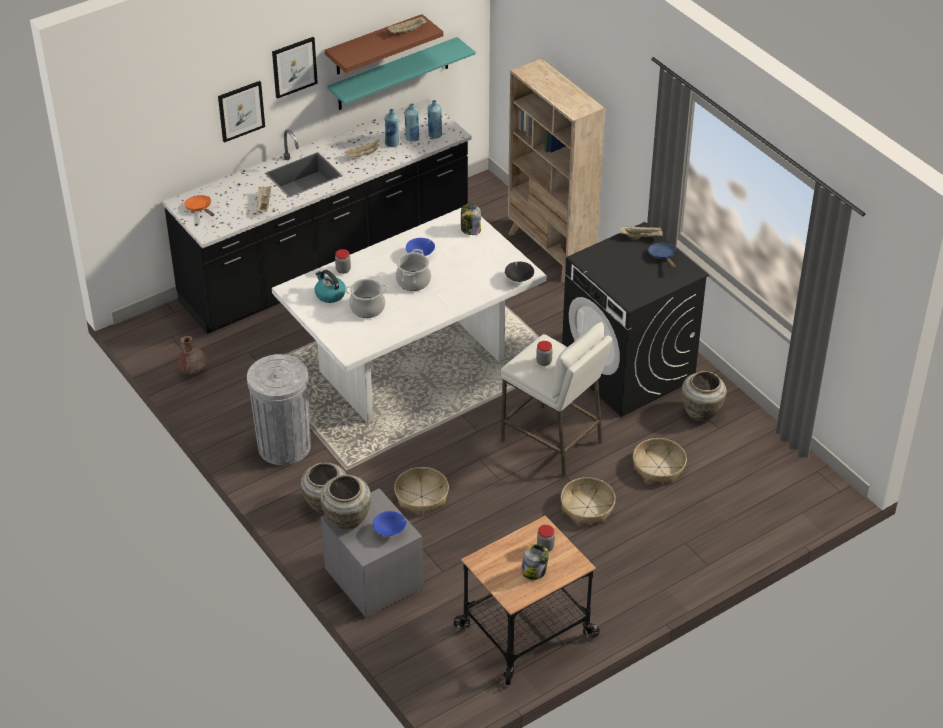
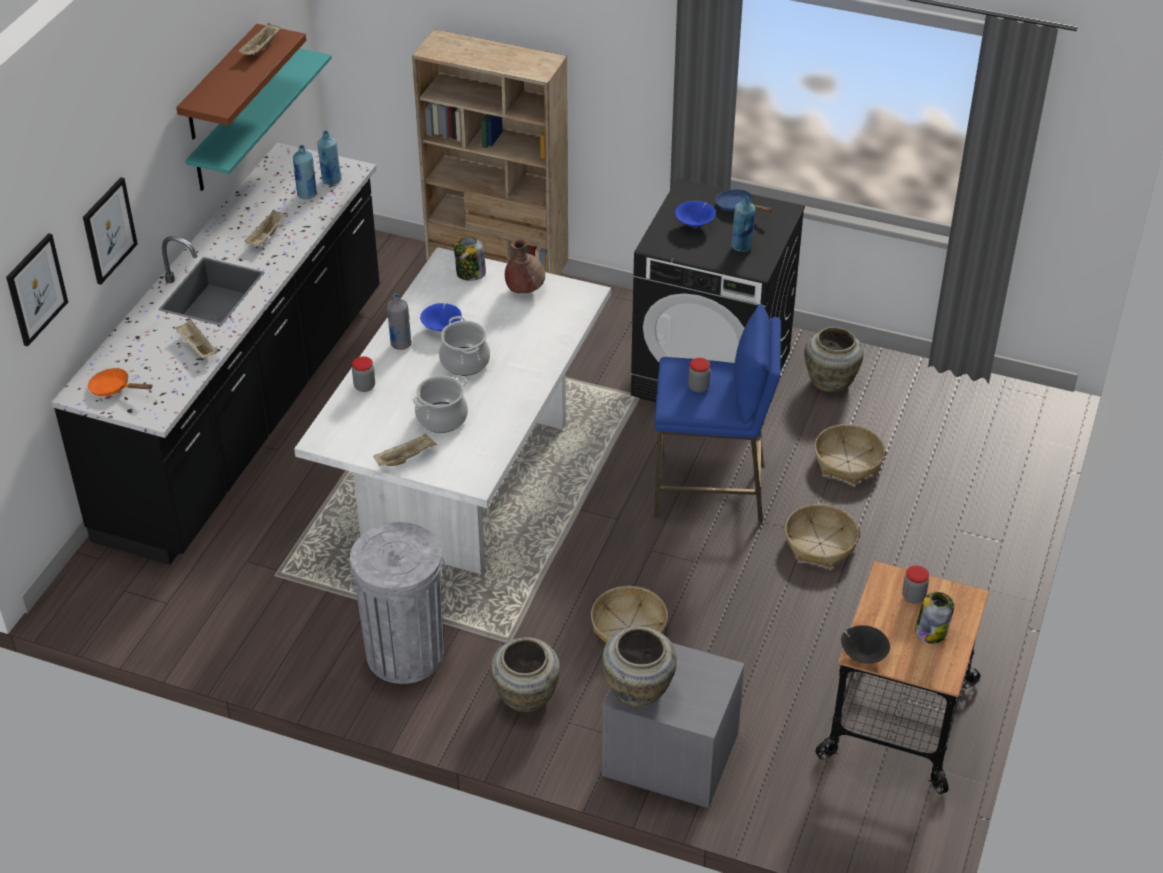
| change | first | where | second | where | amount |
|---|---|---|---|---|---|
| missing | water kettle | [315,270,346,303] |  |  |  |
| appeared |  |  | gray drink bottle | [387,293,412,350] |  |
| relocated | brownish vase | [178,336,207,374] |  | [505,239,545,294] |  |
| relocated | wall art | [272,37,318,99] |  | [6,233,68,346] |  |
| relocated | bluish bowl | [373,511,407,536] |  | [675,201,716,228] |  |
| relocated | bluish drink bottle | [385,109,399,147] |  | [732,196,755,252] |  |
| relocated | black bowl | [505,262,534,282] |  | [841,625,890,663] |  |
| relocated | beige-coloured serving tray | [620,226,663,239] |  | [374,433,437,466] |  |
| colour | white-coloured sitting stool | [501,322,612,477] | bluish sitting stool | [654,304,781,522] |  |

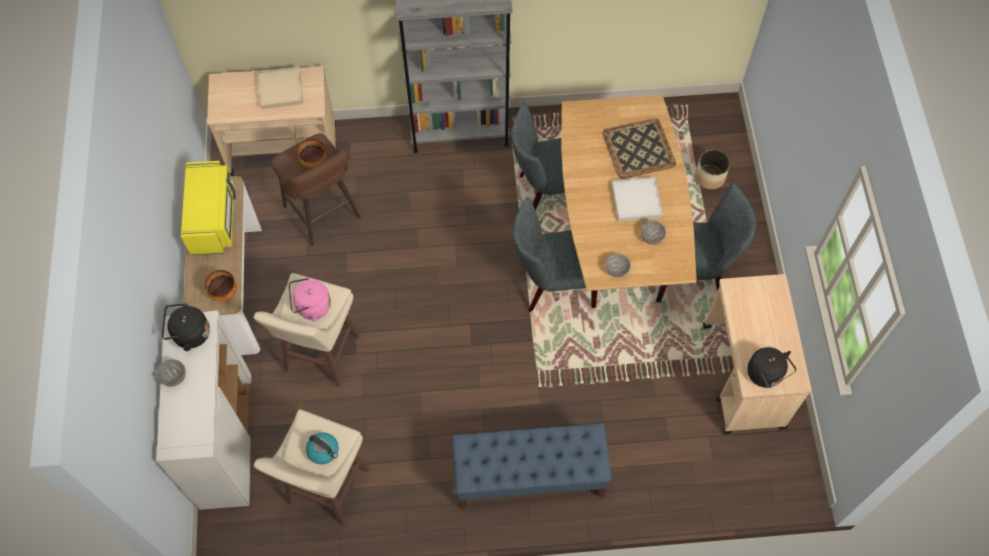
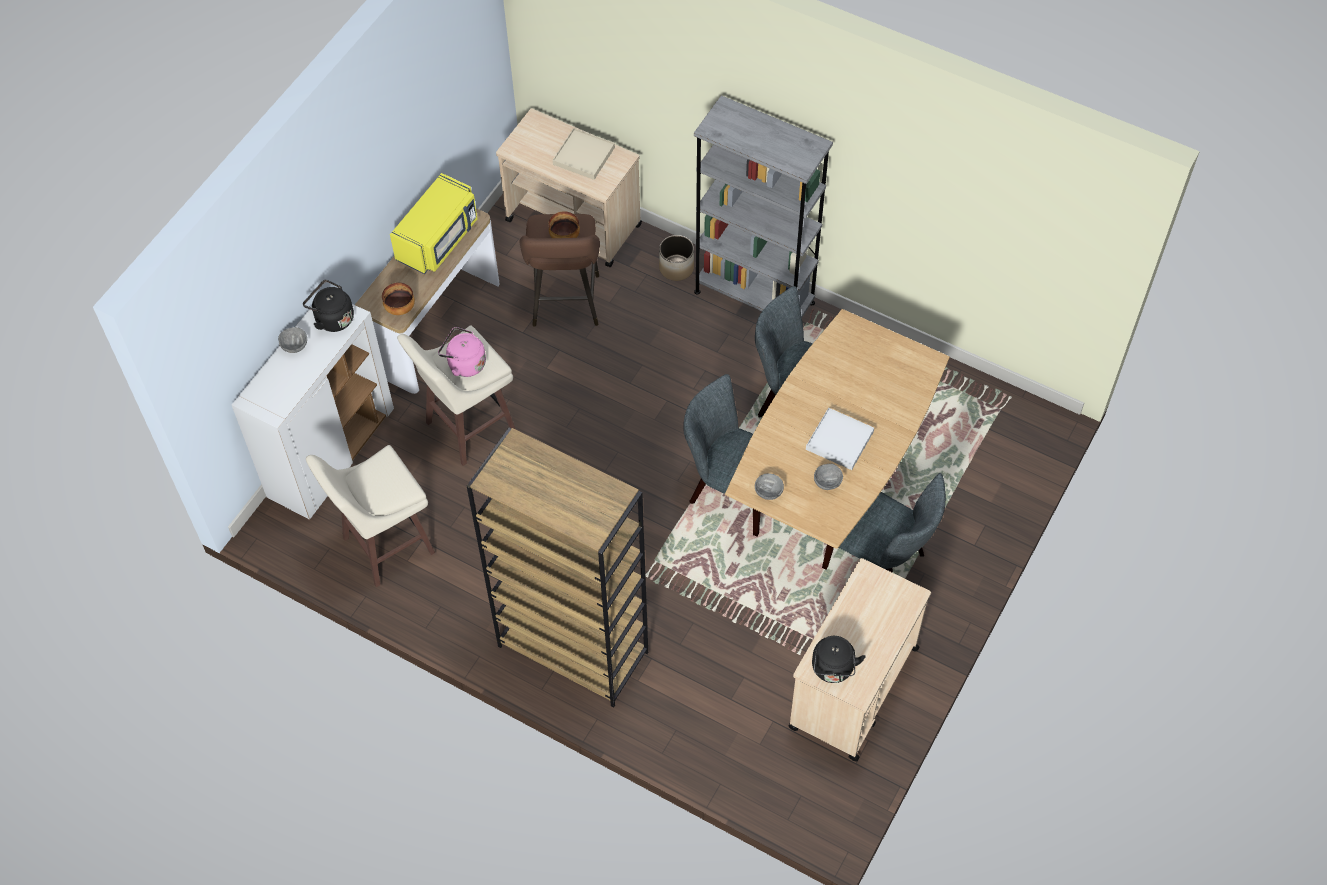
| change | first | where | second | where | amount |
|---|---|---|---|---|---|
| missing | water kettle | [306,433,339,464] |  |  |  |
| missing | serving tray | [603,118,676,179] |  |  |  |
| relocated | flower pot | [695,149,730,189] |  | [659,235,694,281] |  |
| exchanged | bluish indoor bench | [452,423,612,509] | brownish bookshelf | [467,428,648,707] |  |

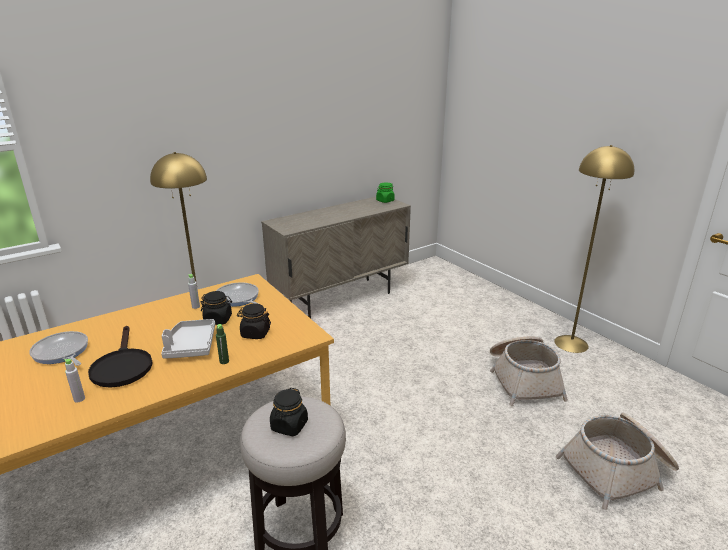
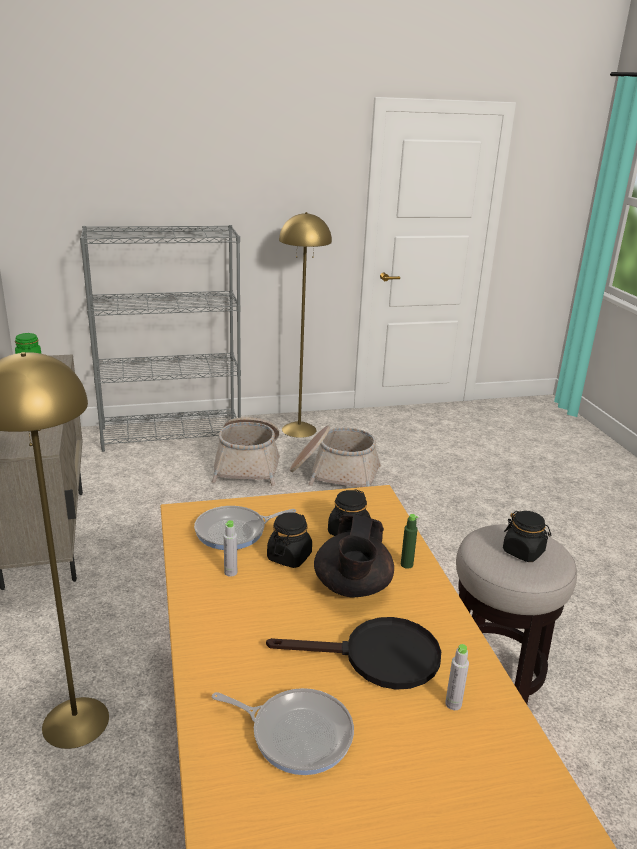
| change | first | where | second | where | amount |
|---|---|---|---|---|---|
| appeared |  |  | gray bookshelf | [80,225,241,452] |  |
| relocated | basket | [556,413,679,510] |  | [212,417,280,486] |  |
| exchanged | gray serving tray | [161,319,215,359] | black teapot | [314,514,394,597] |  |
| spun | pan | [29,331,88,366] |  | [212,688,354,775] | 135 degrees counterclockwise |

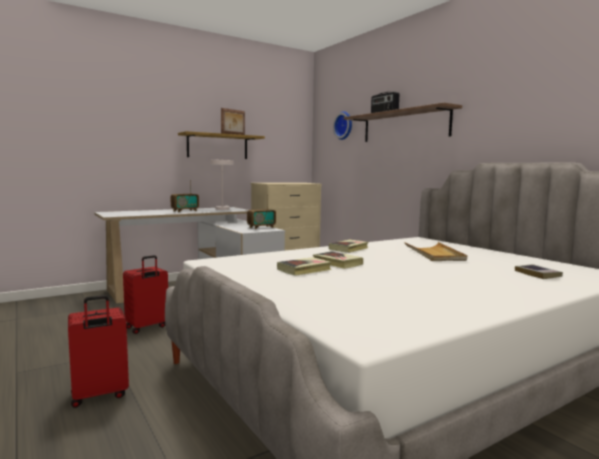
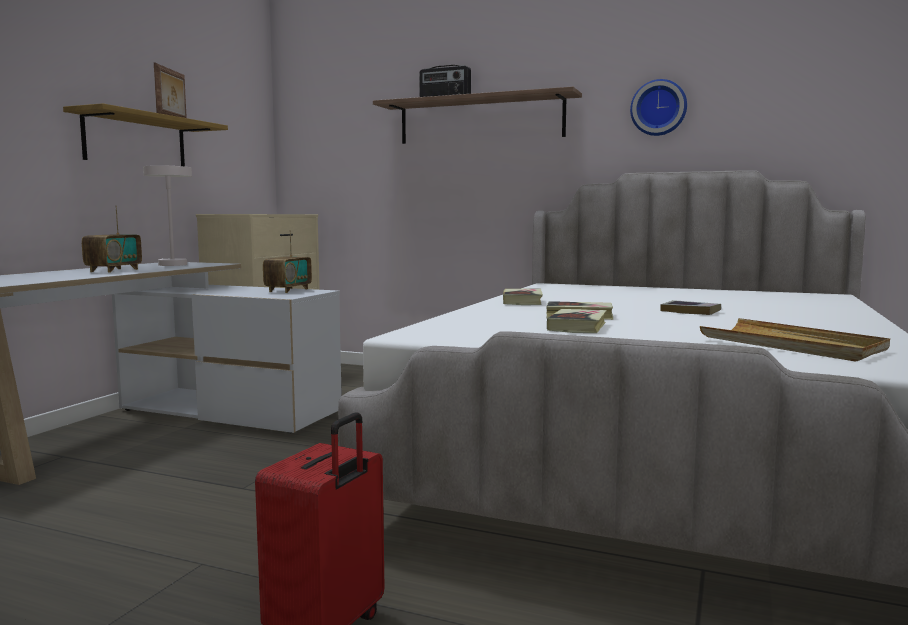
| change | first | where | second | where | amount |
|---|---|---|---|---|---|
| missing | reddish travel case | [123,255,168,334] |  |  |  |
| relocated | wall clock | [333,111,352,140] |  | [630,79,687,136] |  |
| relocated | beige-coloured serving tray | [404,242,467,261] |  | [700,318,890,362] |  |
| relocated | volume | [515,264,563,279] |  | [660,300,721,315] |  |

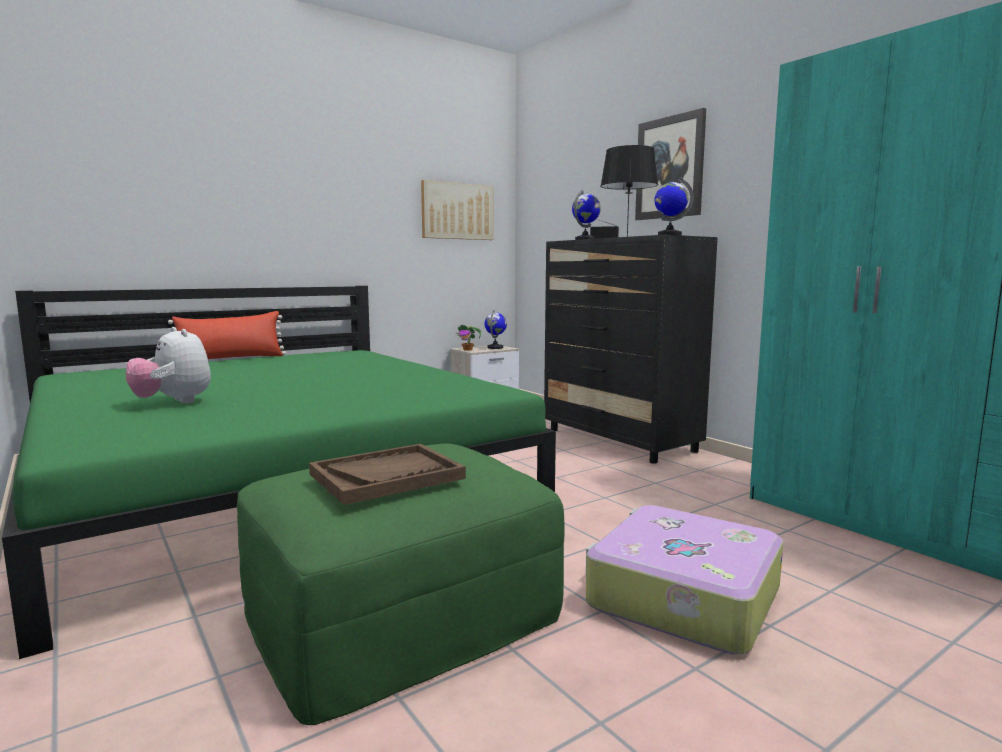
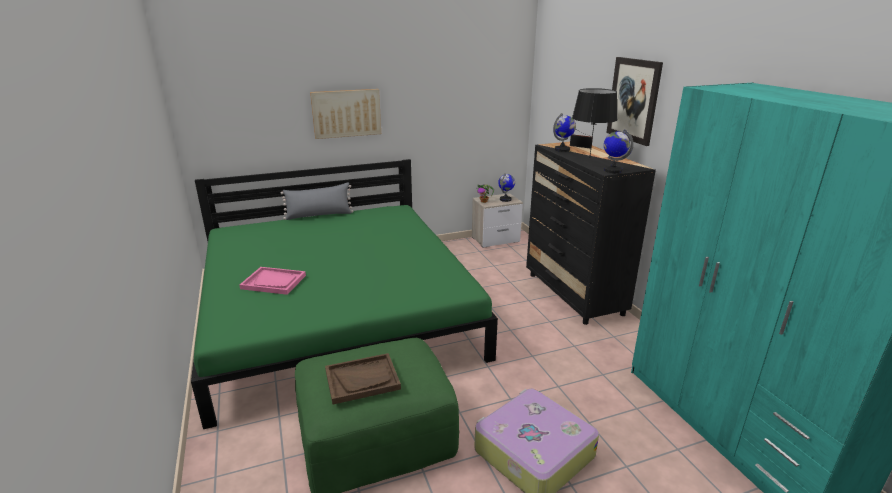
| change | first | where | second | where | amount |
|---|---|---|---|---|---|
| relocated | wall art | [421,180,494,240] |  | [310,89,381,139] |  |
| exchanged | plush toy | [126,327,211,403] | pink-coloured serving tray | [239,267,306,295] |  |
| colour | reddish cushion | [168,311,286,359] | gray cushion | [281,182,354,220] |  |

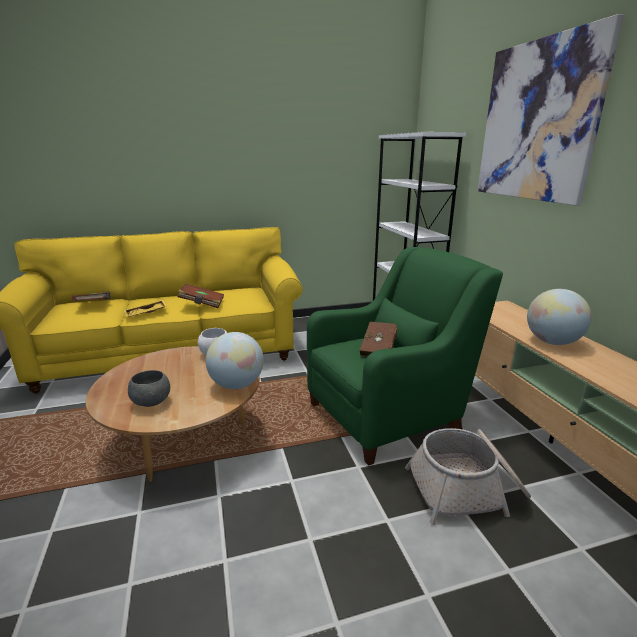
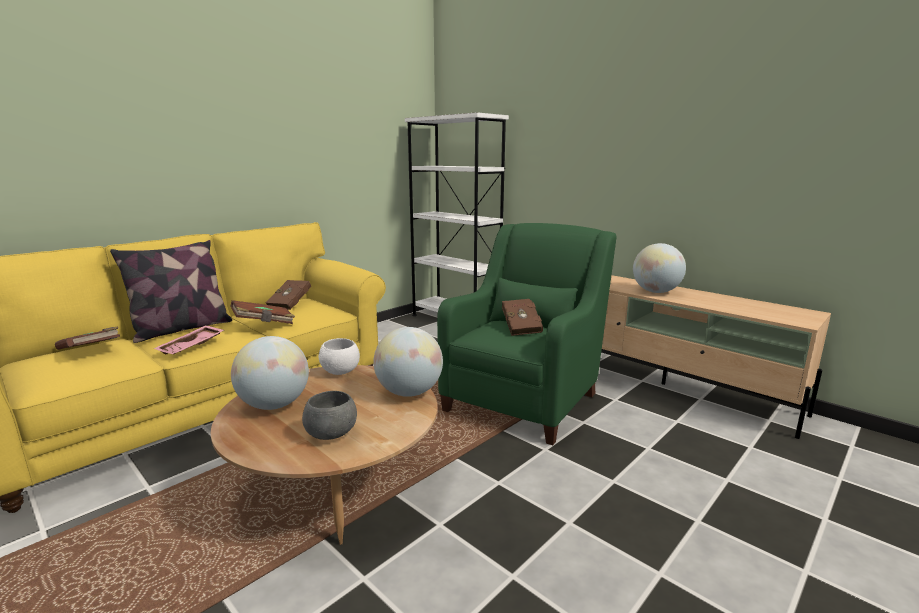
| change | first | where | second | where | amount |
|---|---|---|---|---|---|
| missing | basket | [405,428,531,525] |  |  |  |
| missing | wall art | [478,14,624,206] |  |  |  |
| appeared |  |  | cushion | [110,240,232,343] |  |
| appeared |  |  | desk globe | [231,336,309,410] |  |
| appeared |  |  | brownish volume | [266,280,311,310] |  |
| colour | yellow serving tray | [124,299,167,317] | pink-coloured serving tray | [154,325,224,354] |  |

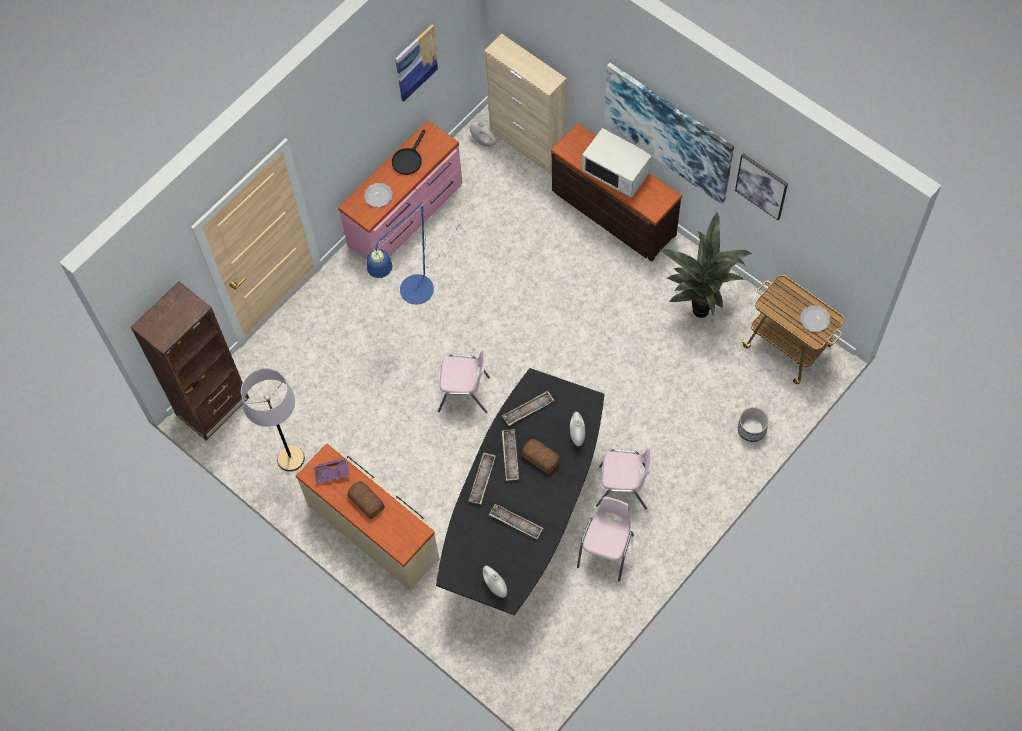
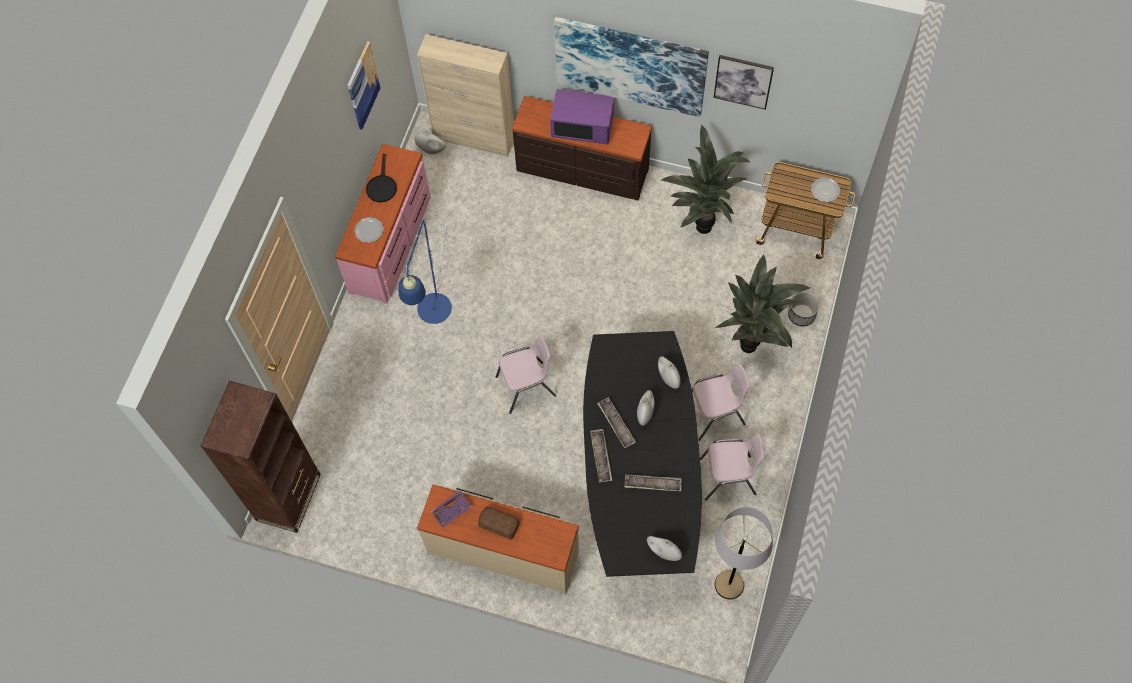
| change | first | where | second | where | amount |
|---|---|---|---|---|---|
| missing | serving tray | [502,391,554,426] |  |  |  |
| appeared |  |  | potted plant | [715,255,810,353] |  |
| relocated | gray floor lamp | [241,369,305,472] |  | [715,507,773,600] |  |
| exchanged | baked bread | [522,439,560,474] | white-coloured vase | [637,390,654,426] |  |
| colour | white-coloured kitchen microwave | [582,128,652,198] | purple-coloured kitchen microwave | [550,89,614,144] |  |
| spun | pink-coloured plain chair | [577,497,634,582] |  | [700,434,764,501] | 90 degrees clockwise |

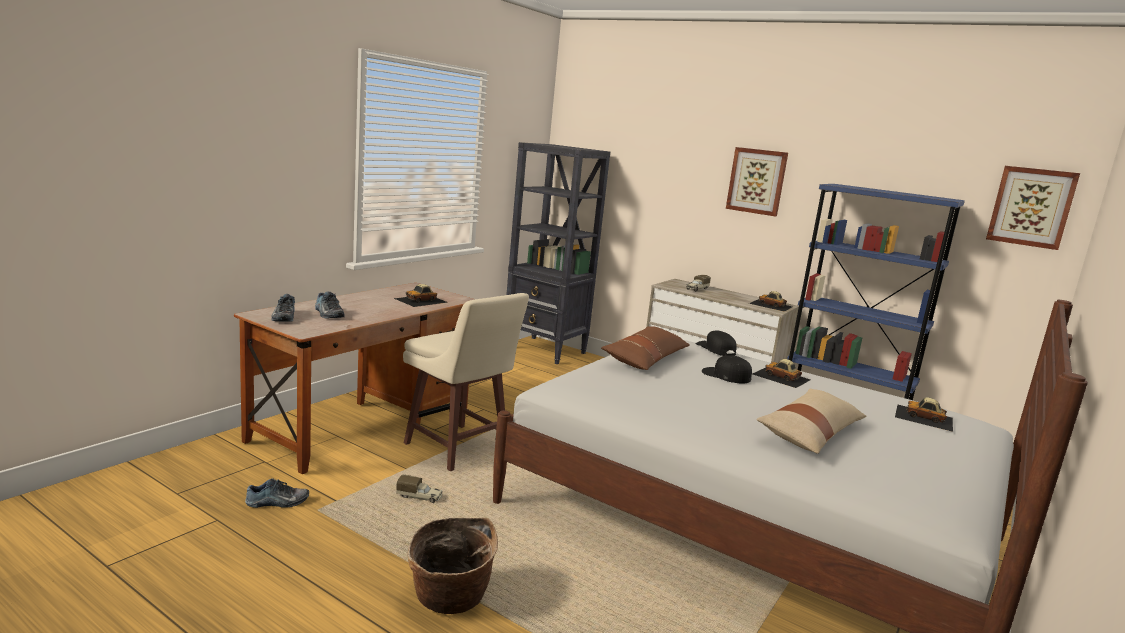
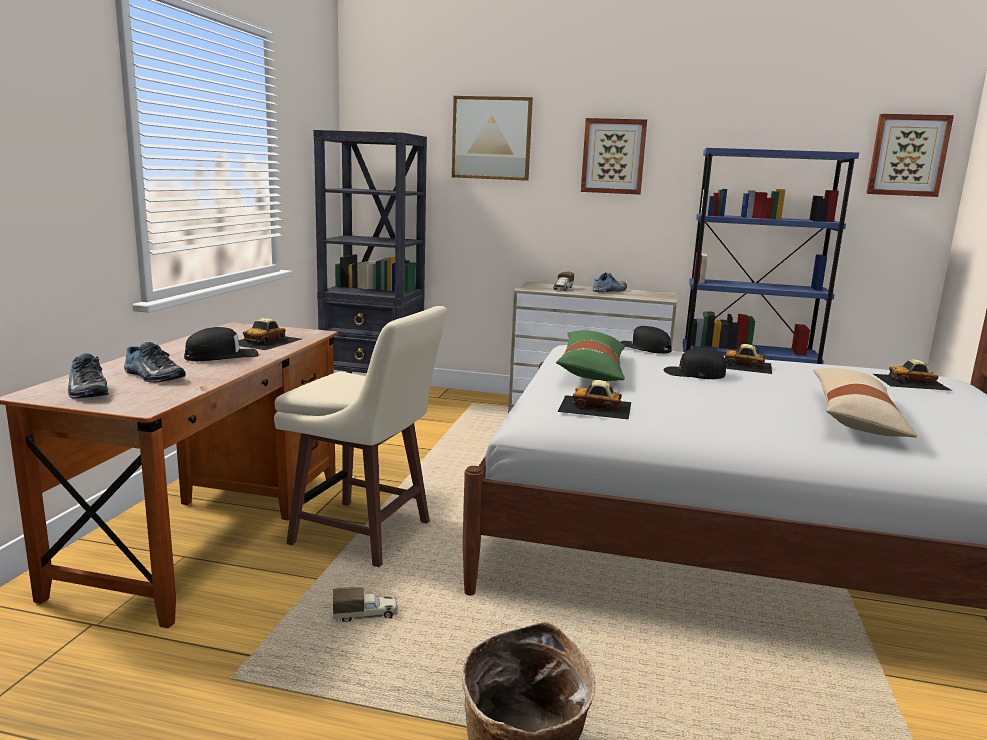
| change | first | where | second | where | amount |
|---|---|---|---|---|---|
| appeared |  |  | black cap | [184,327,259,361] |  |
| appeared |  |  | wall art | [452,96,533,181] |  |
| relocated | item of footwear | [245,478,309,508] |  | [592,272,627,292] |  |
| relocated | miniature car | [749,291,792,312] |  | [558,380,631,420] |  |
| colour | brownish cushion | [601,326,690,370] | green cushion | [556,330,625,381] |  |

